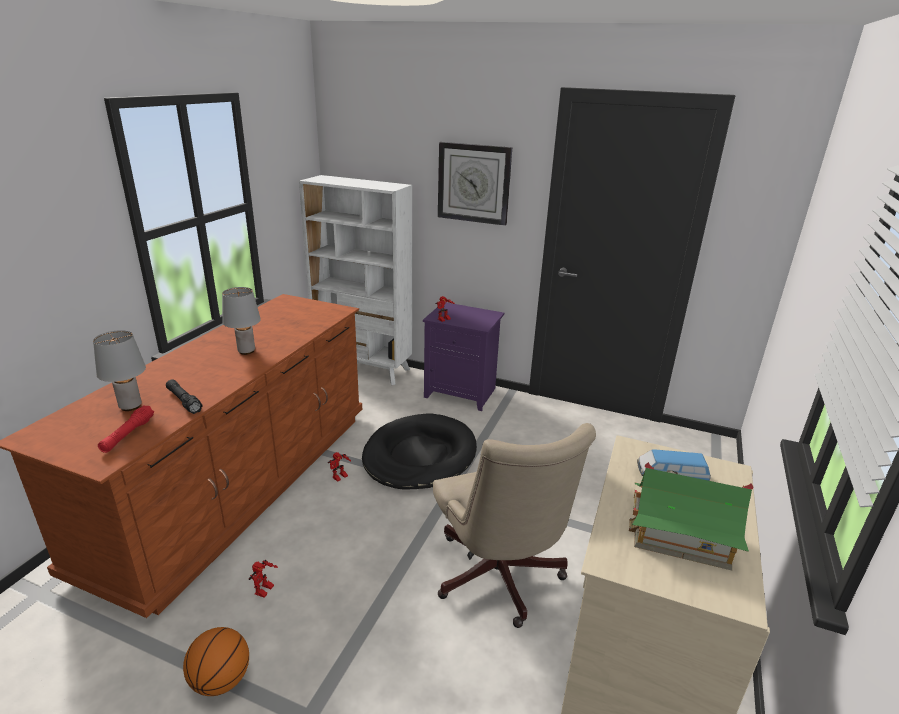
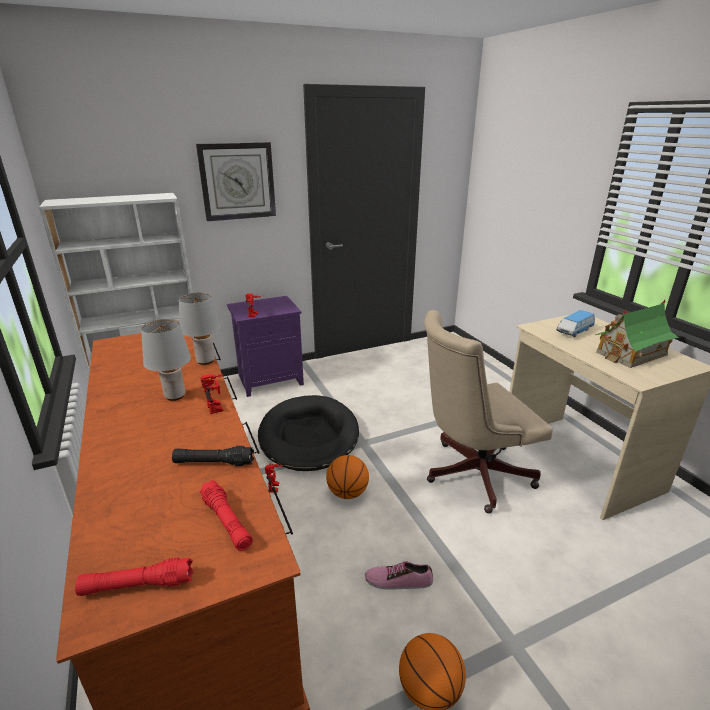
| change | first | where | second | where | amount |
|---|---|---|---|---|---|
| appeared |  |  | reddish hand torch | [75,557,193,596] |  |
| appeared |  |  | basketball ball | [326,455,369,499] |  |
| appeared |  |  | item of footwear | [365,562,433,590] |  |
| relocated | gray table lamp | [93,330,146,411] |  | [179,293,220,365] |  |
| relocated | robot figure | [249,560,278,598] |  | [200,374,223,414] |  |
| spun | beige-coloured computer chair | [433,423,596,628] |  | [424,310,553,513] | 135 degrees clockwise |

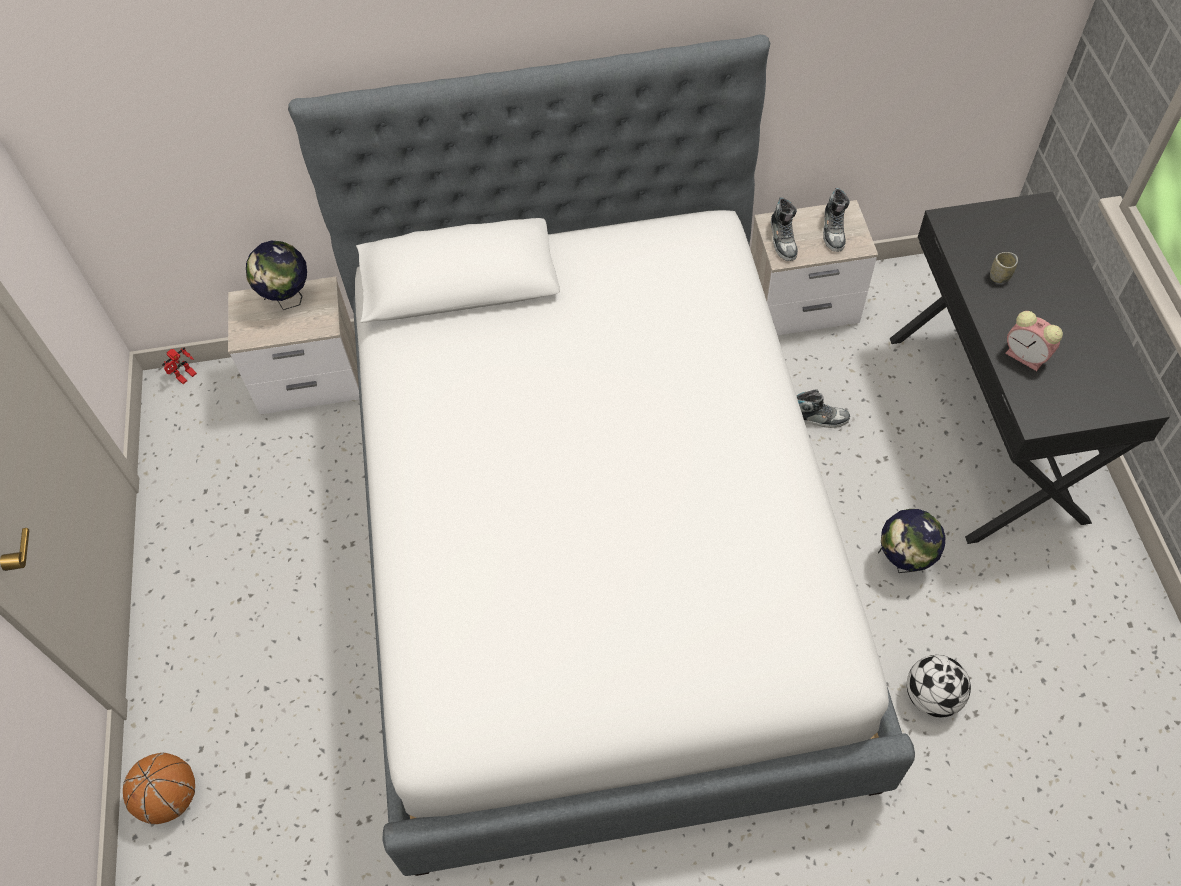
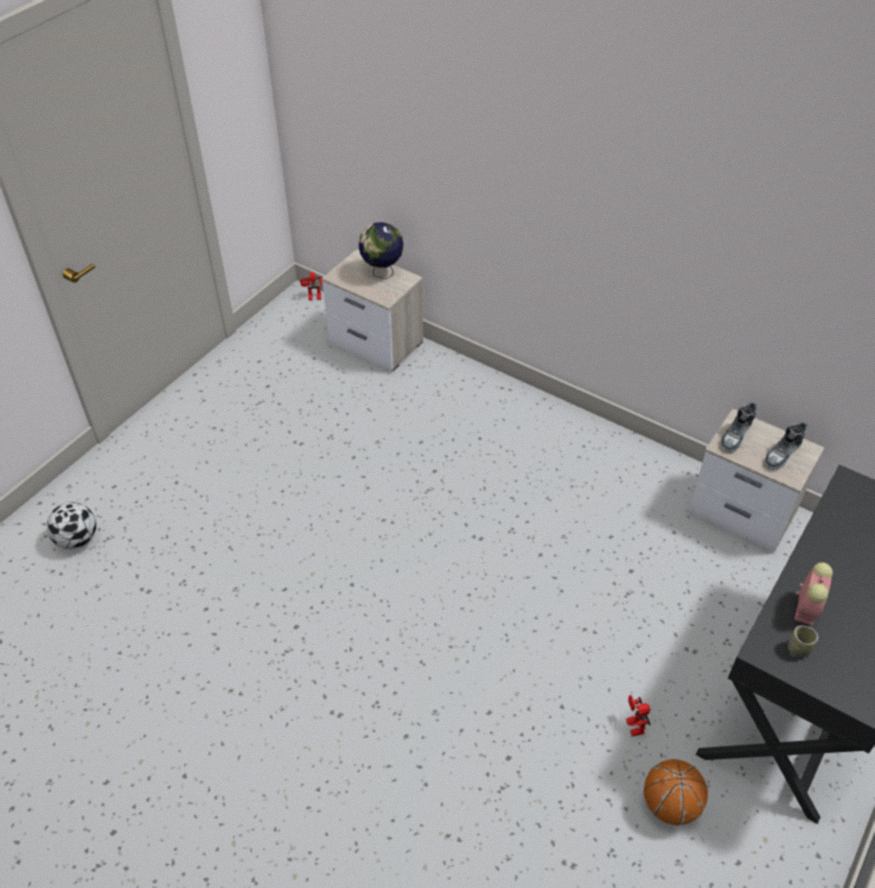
| change | first | where | second | where | amount |
|---|---|---|---|---|---|
| missing | bed | [288,34,915,876] |  |  |  |
| missing | item of footwear | [797,389,850,428] |  |  |  |
| relocated | basketball ball | [123,753,195,824] |  | [644,759,708,826] |  |
| relocated | football | [907,655,971,718] |  | [47,502,96,549] |  |
| relocated | small cup | [990,252,1018,283] |  | [788,625,818,657] |  |
| exchanged | desk globe | [878,509,946,573] | robot figure | [626,695,651,736] |  |
| spun | table clock | [1005,311,1063,371] |  | [794,563,833,626] | 150 degrees counterclockwise |

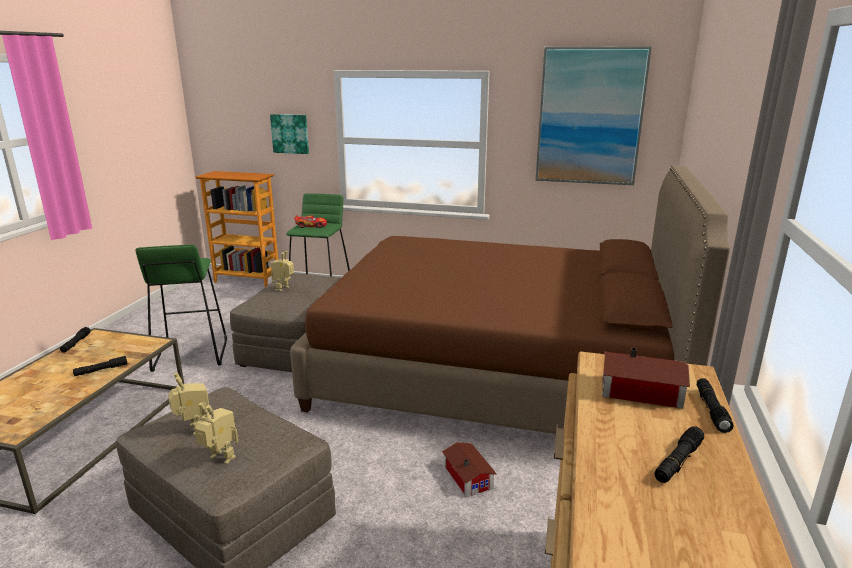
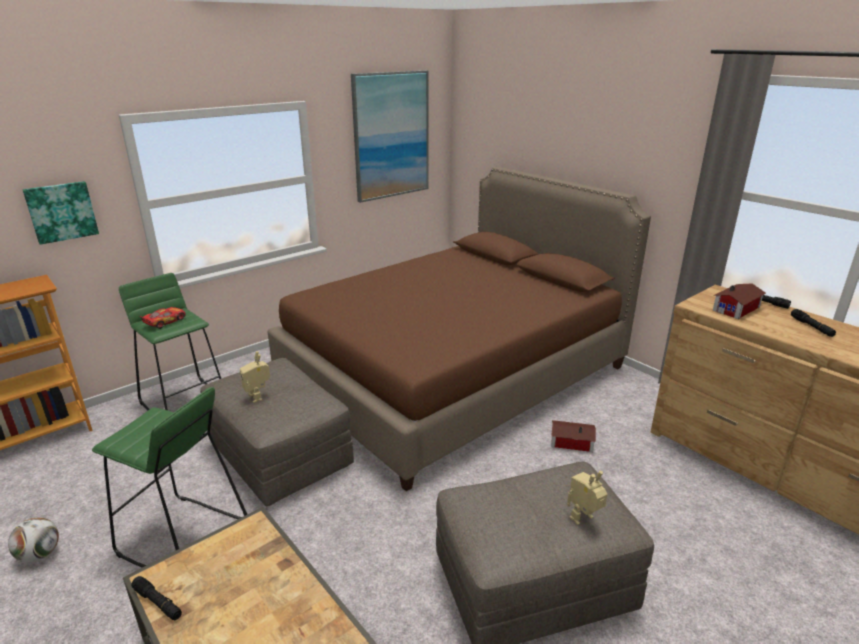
| change | first | where | second | where | amount |
|---|---|---|---|---|---|
| missing | black hand torch | [73,356,127,376] |  |  |  |
| missing | robot figure | [168,373,209,435] |  |  |  |
| appeared |  |  | football | [8,517,59,562] |  |

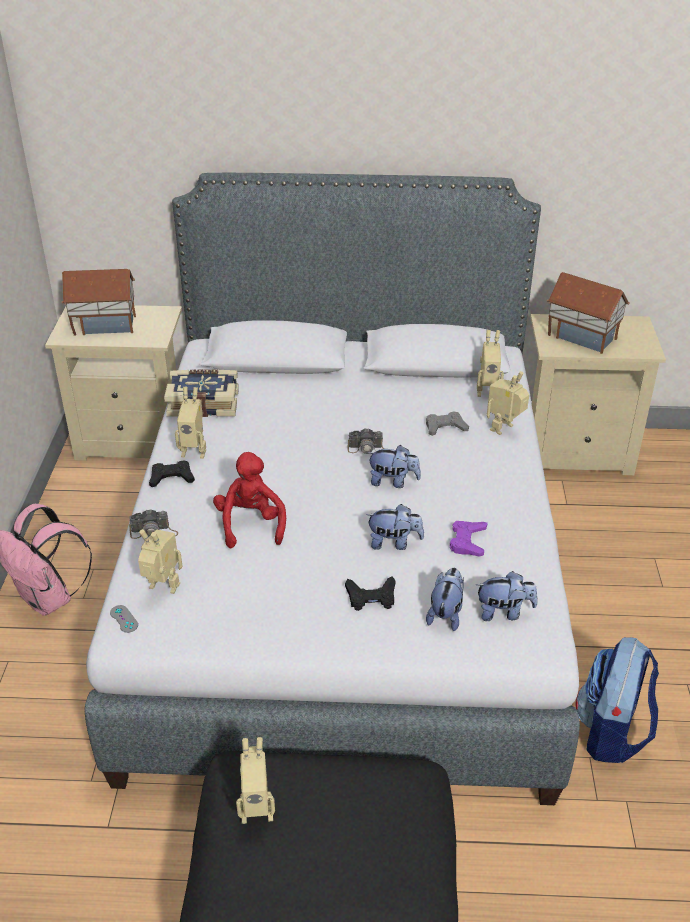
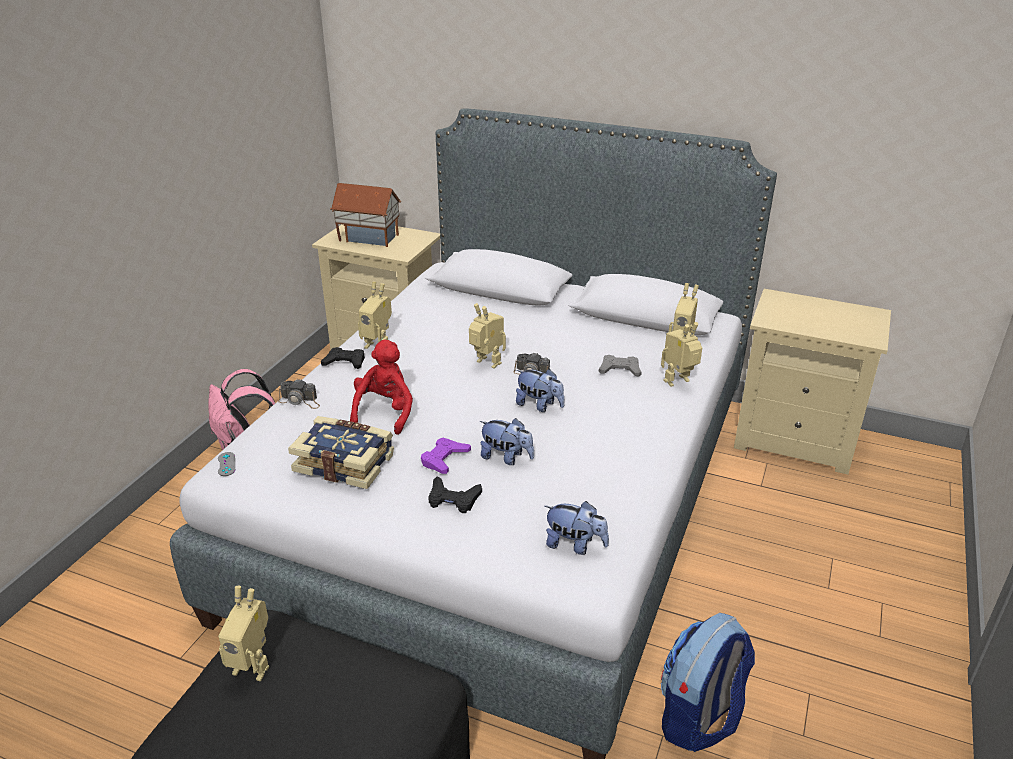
| change | first | where | second | where | amount |
|---|---|---|---|---|---|
| missing | plush toy | [426,568,464,631] |  |  |  |
| missing | miniature house | [547,272,629,354] |  |  |  |
| relocated | robot figure | [138,529,182,594] |  | [469,303,506,369] |  |
| relocated | volume | [164,369,239,417] |  | [288,416,394,489] |  |
| relocated | purple-coloured game controller | [450,521,487,556] |  | [421,438,471,474] |  |

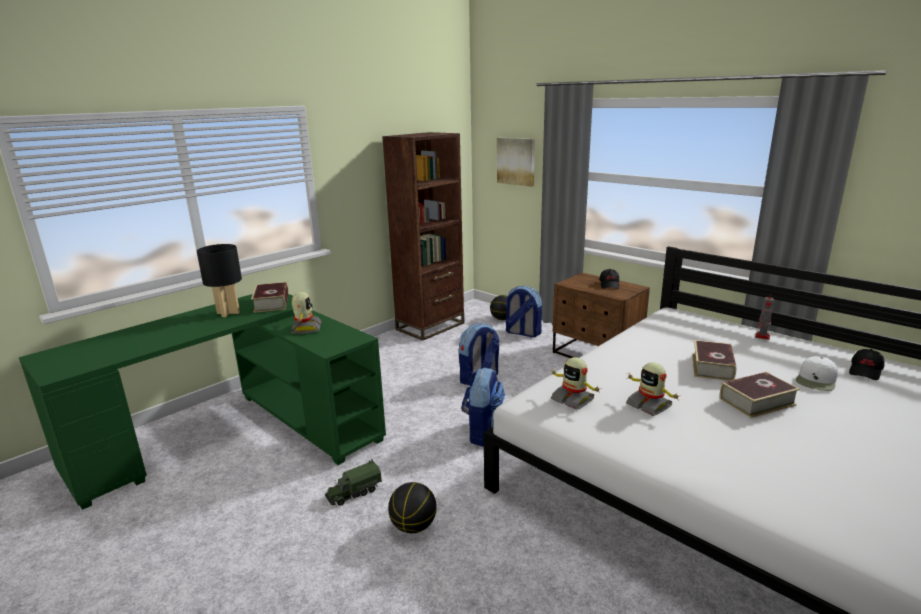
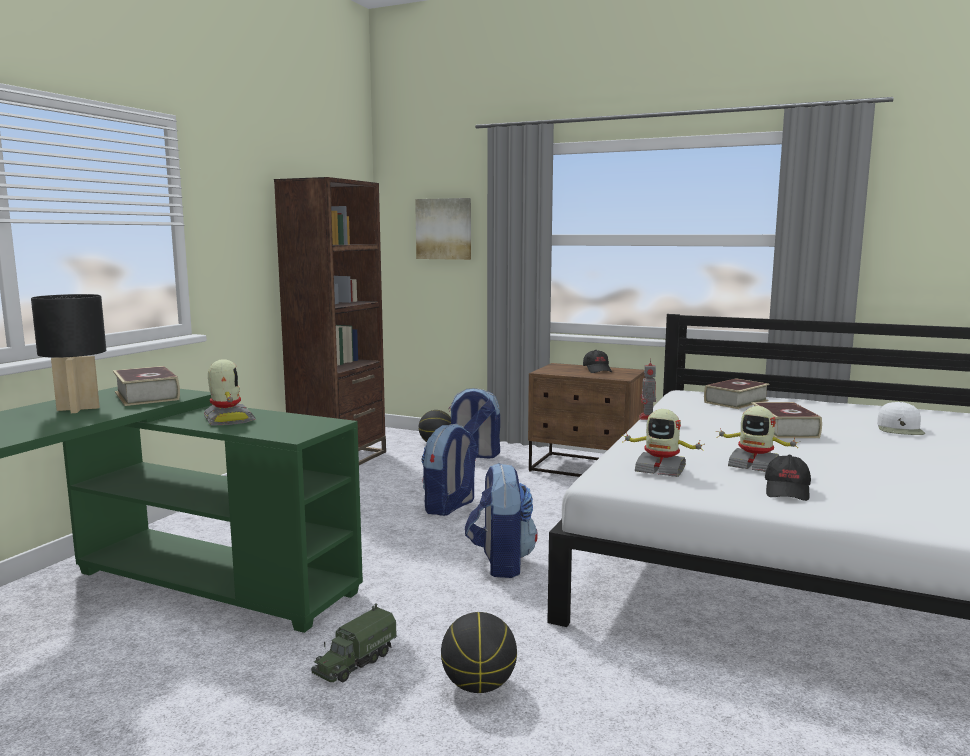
| change | first | where | second | where | amount |
|---|---|---|---|---|---|
| relocated | volume | [720,372,800,418] |  | [704,378,770,409] |  |
| relocated | robot figure | [755,293,774,340] |  | [639,358,656,420] |  |
| relocated | black cap | [849,349,885,380] |  | [765,455,811,501] |  |

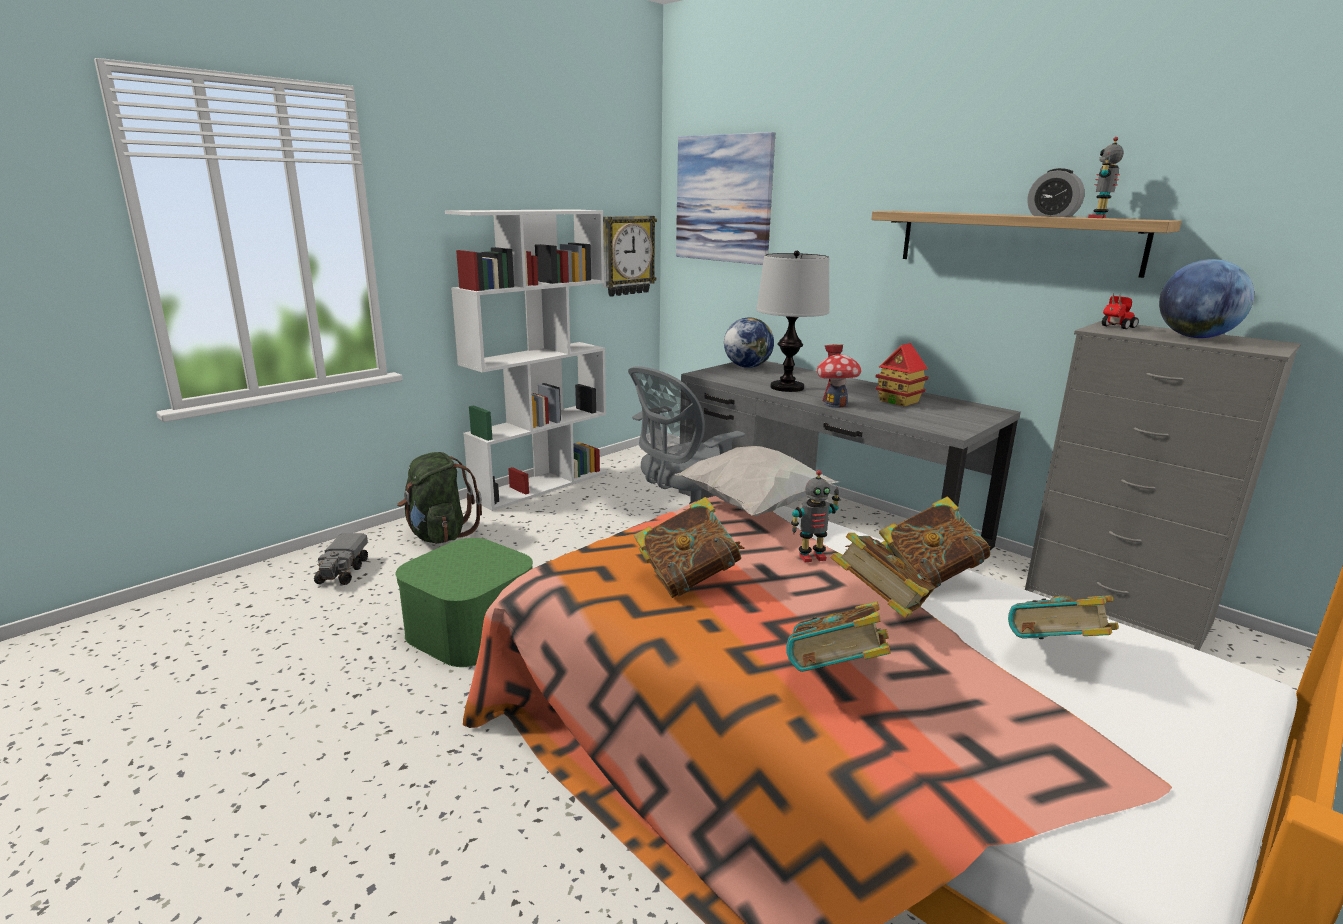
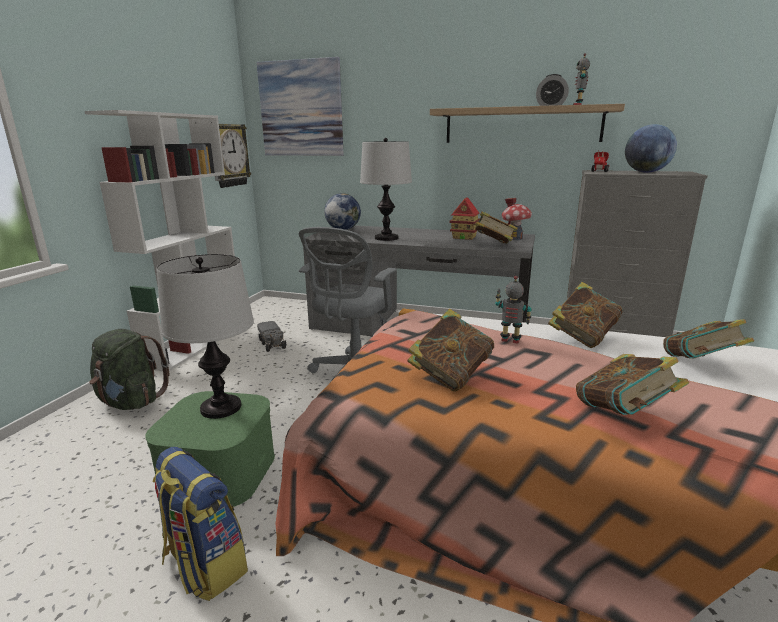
| change | first | where | second | where | amount |
|---|---|---|---|---|---|
| missing | white-coloured cushion | [674,446,839,516] |  |  |  |
| appeared |  |  | backpack | [153,447,248,601] |  |
| appeared |  |  | table lamp | [157,254,254,419] |  |
| relocated | toy truck | [314,533,368,585] |  | [257,321,286,352] |  |
| relocated | miniature house | [817,344,862,408] |  | [502,198,532,240] |  |
| relocated | volume | [830,533,935,618] |  | [472,211,518,244] |  |
| spun | robot figure | [791,470,840,562] |  | [495,276,532,343] | 120 degrees counterclockwise |

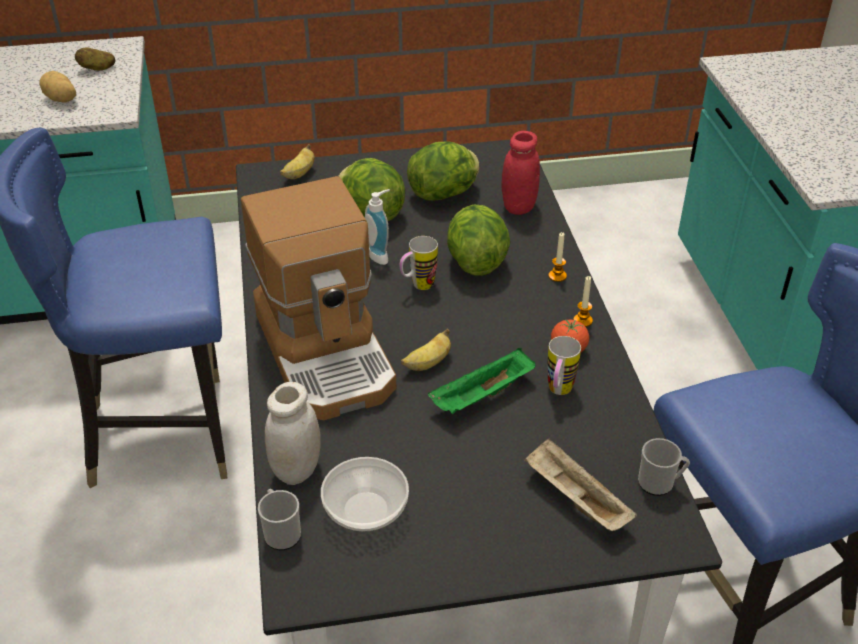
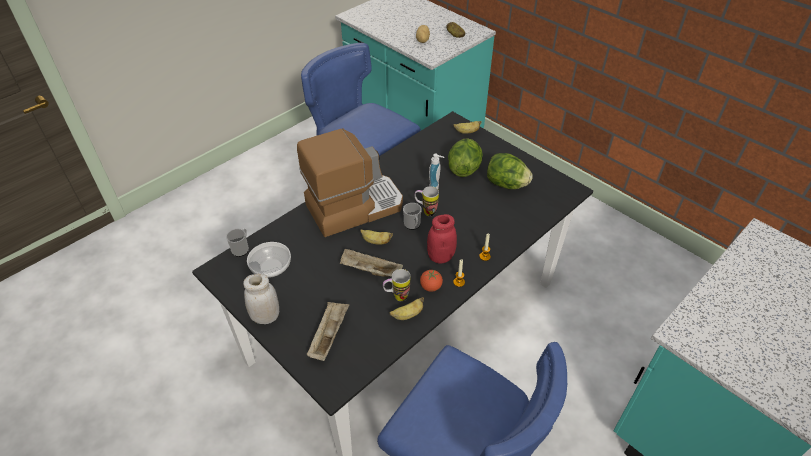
| change | first | where | second | where | amount |
|---|---|---|---|---|---|
| missing | lettuce head | [447,205,510,276] |  |  |  |
| appeared |  |  | banana | [390,297,424,320] |  |
| relocated | white-coloured jar | [265,382,321,485] |  | [243,274,279,324] |  |
| relocated | reddish jar | [501,131,540,215] |  | [427,214,457,264] |  |
| relocated | tea mug | [638,438,690,496] |  | [403,203,422,230] |  |
| colour | green serving tray | [428,348,536,414] | beige-coloured serving tray | [340,248,403,277] |  |
| spun | coffee machine | [241,176,396,420] |  | [297,129,403,237] | 150 degrees counterclockwise |

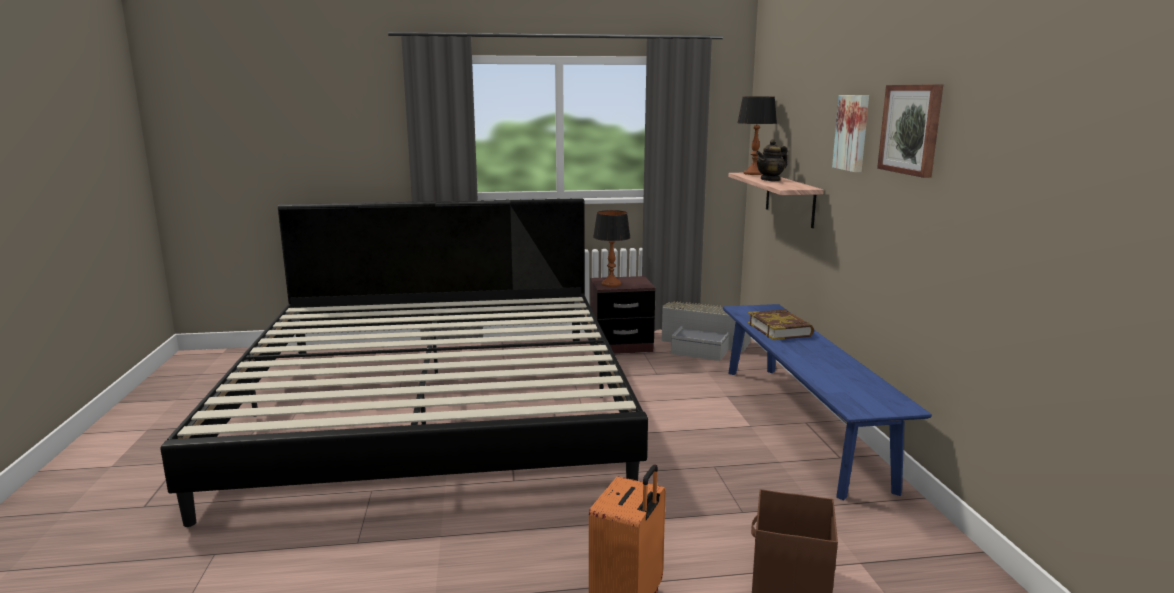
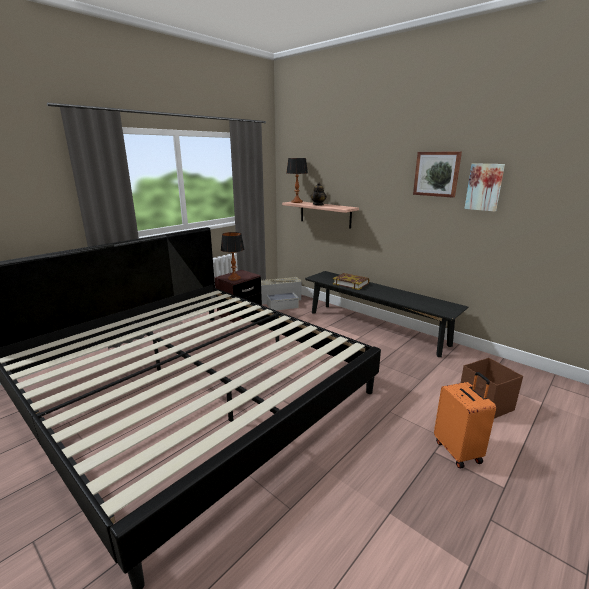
| change | first | where | second | where | amount |
|---|---|---|---|---|---|
| relocated | wall art | [832,95,869,172] |  | [464,163,505,212] |  |
| colour | bluish indoor bench | [723,304,932,500] | black indoor bench | [305,271,468,357] |  |

